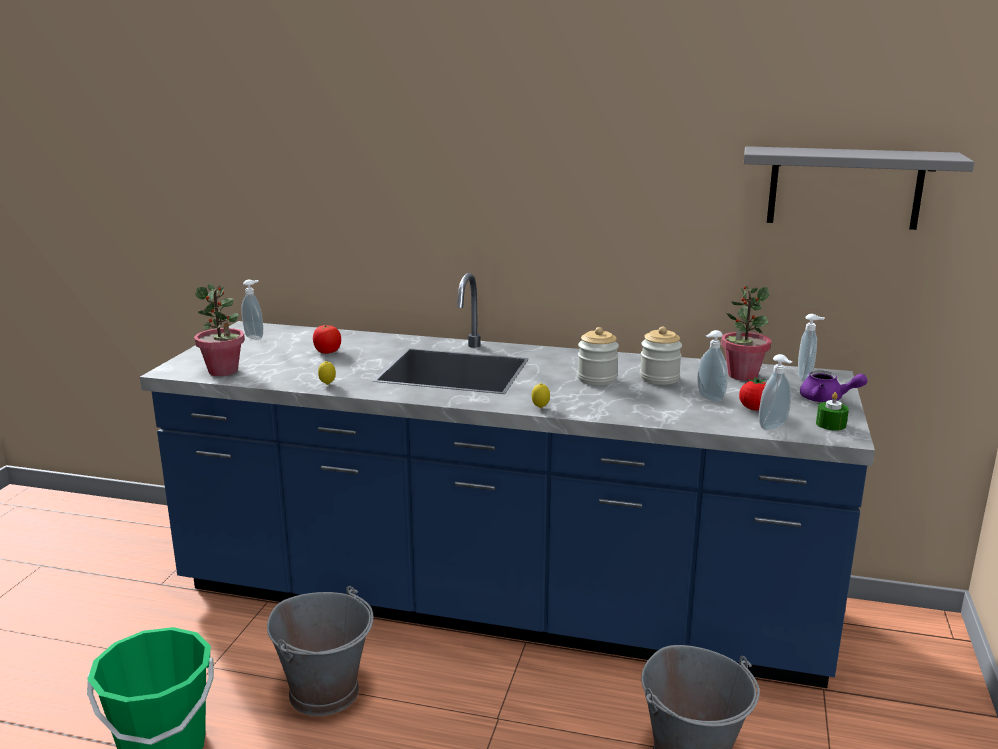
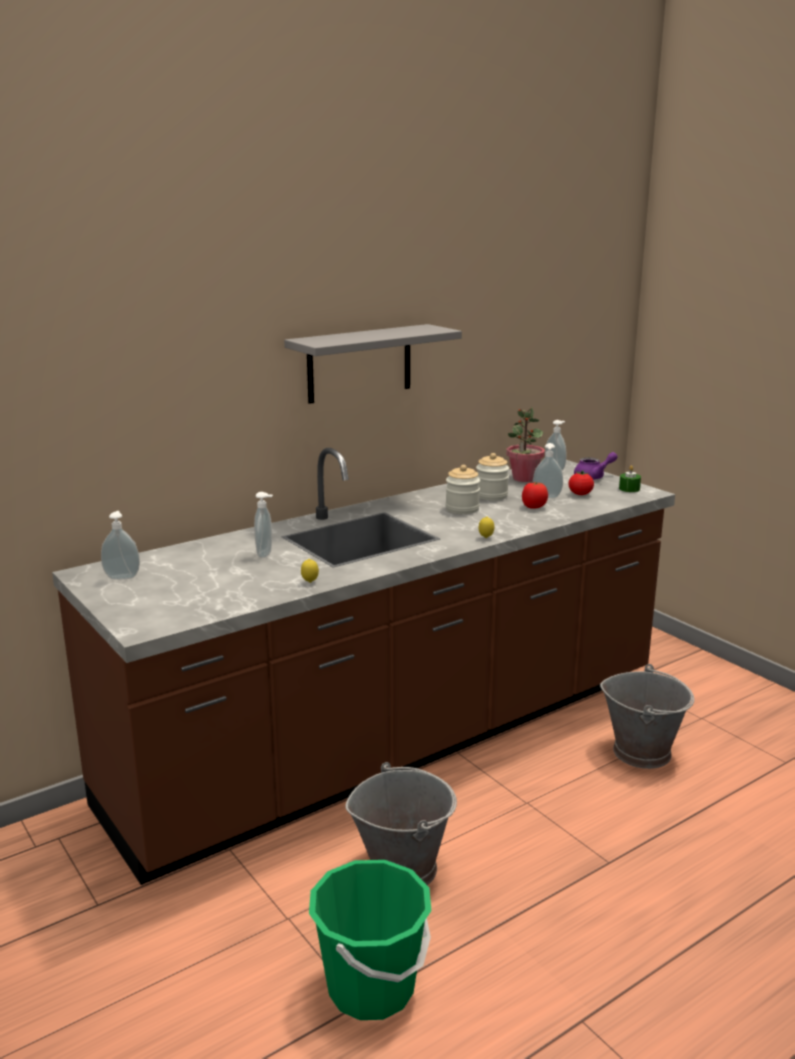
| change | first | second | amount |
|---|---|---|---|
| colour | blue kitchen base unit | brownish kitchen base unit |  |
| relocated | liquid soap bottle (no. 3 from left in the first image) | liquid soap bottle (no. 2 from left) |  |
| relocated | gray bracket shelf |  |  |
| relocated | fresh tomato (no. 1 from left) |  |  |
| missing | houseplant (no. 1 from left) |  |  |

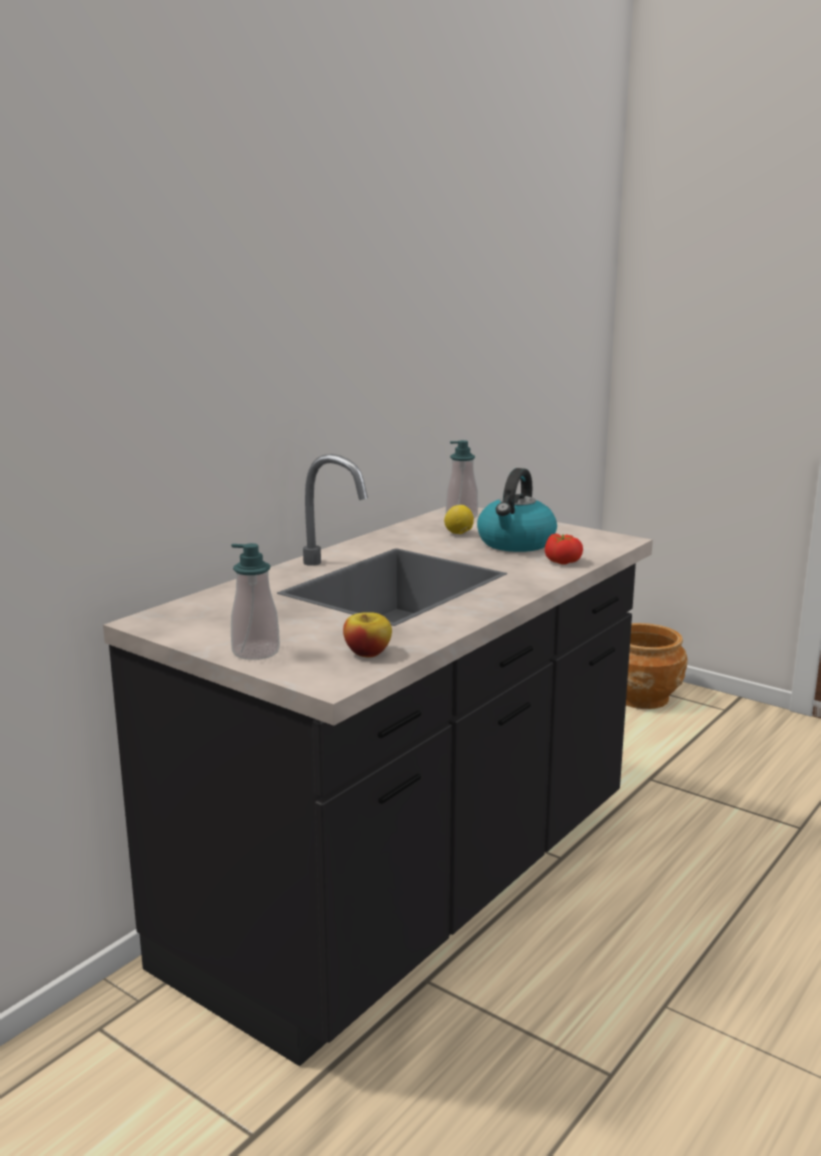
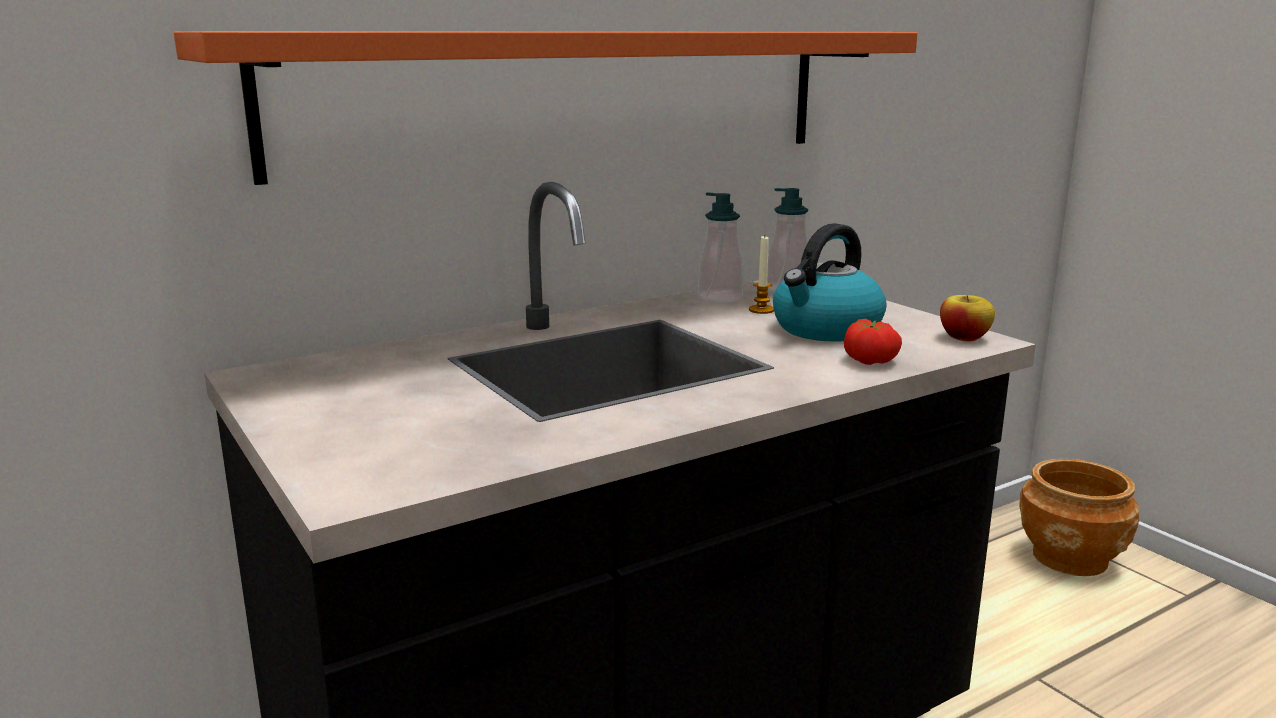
| change | first | second | amount |
|---|---|---|---|
| appeared |  | orangey bracket shelf |  |
| relocated | liquid soap bottle (no. 1 from left) |  |  |
| exchanged | citrus fruit | candle |  |
| relocated | whole apple |  |  |

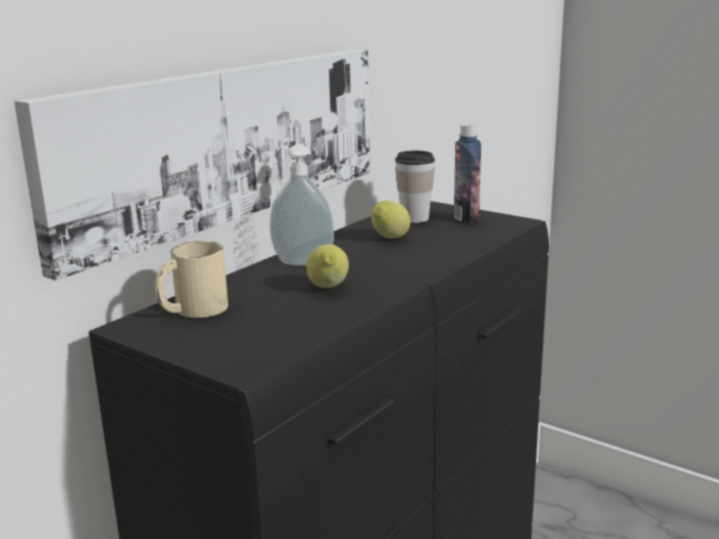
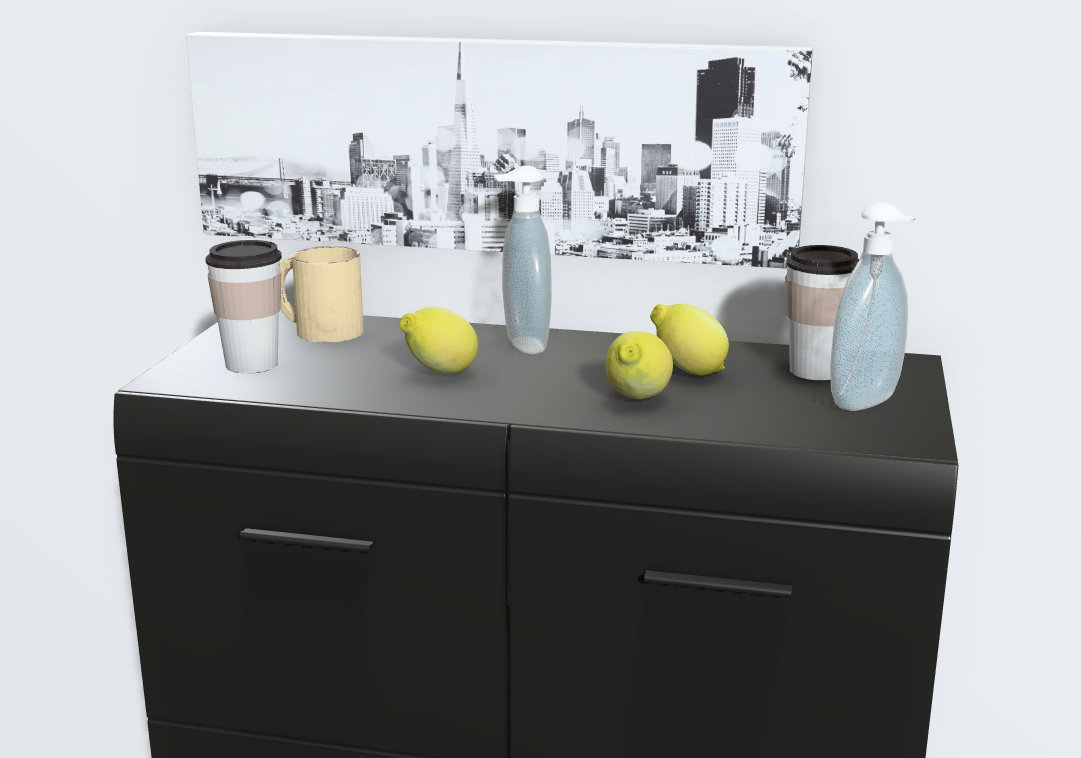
| change | first | second | amount |
|---|---|---|---|
| appeared |  | drinking cup (no. 1 from left) |  |
| appeared |  | citrus fruit (no. 2 from left) |  |
| exchanged | bottle | liquid soap bottle (no. 2 from left) |  |

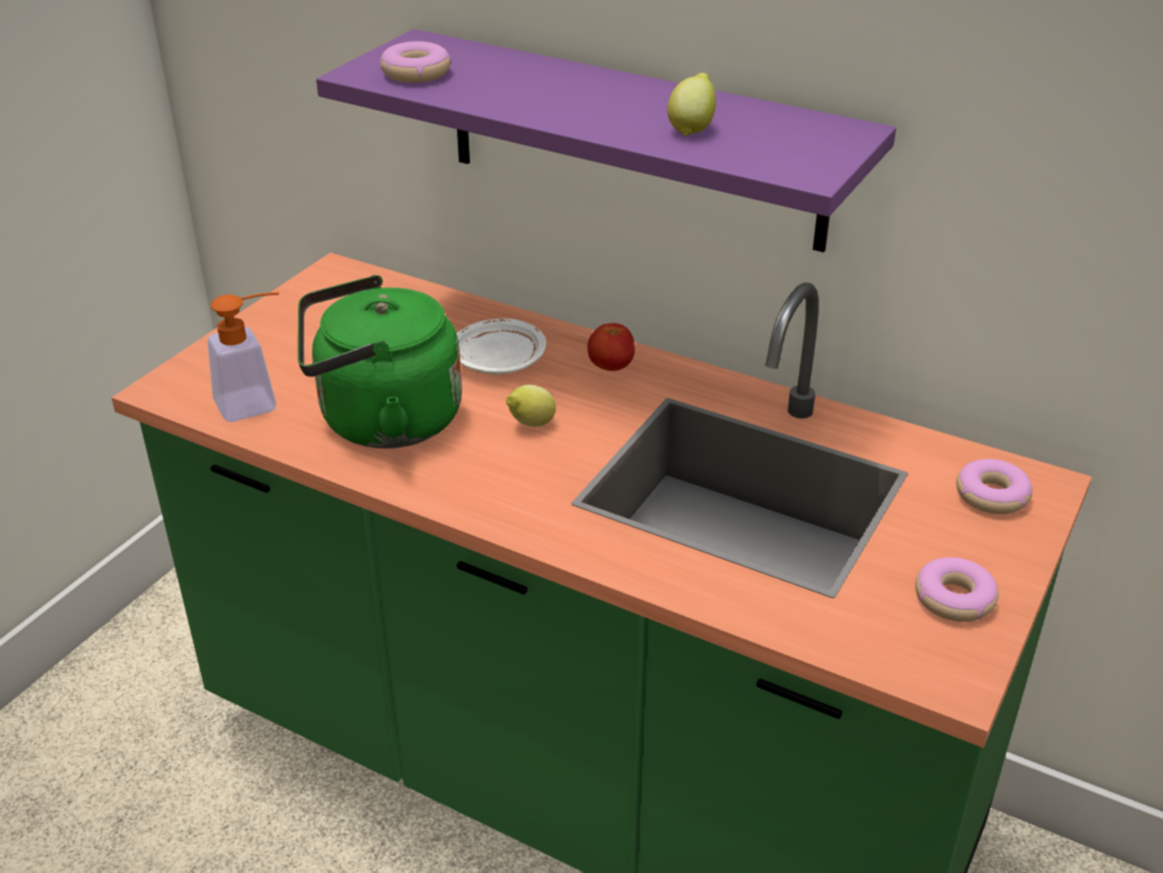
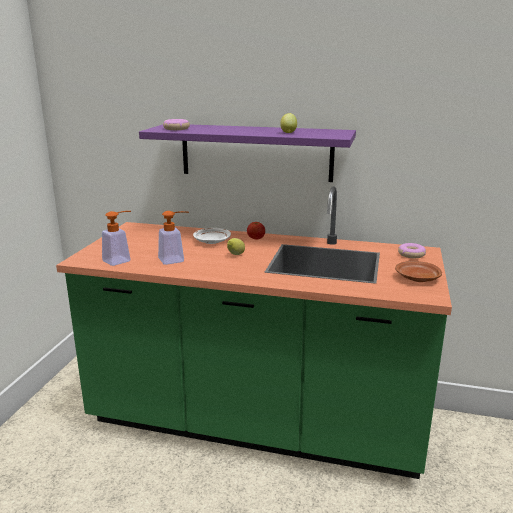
| change | first | second | amount |
|---|---|---|---|
| exchanged | greenish water kettle | liquid soap bottle (no. 2 from left) |  |
| exchanged | doughnut (no. 2 from left) | brownish plate |  |

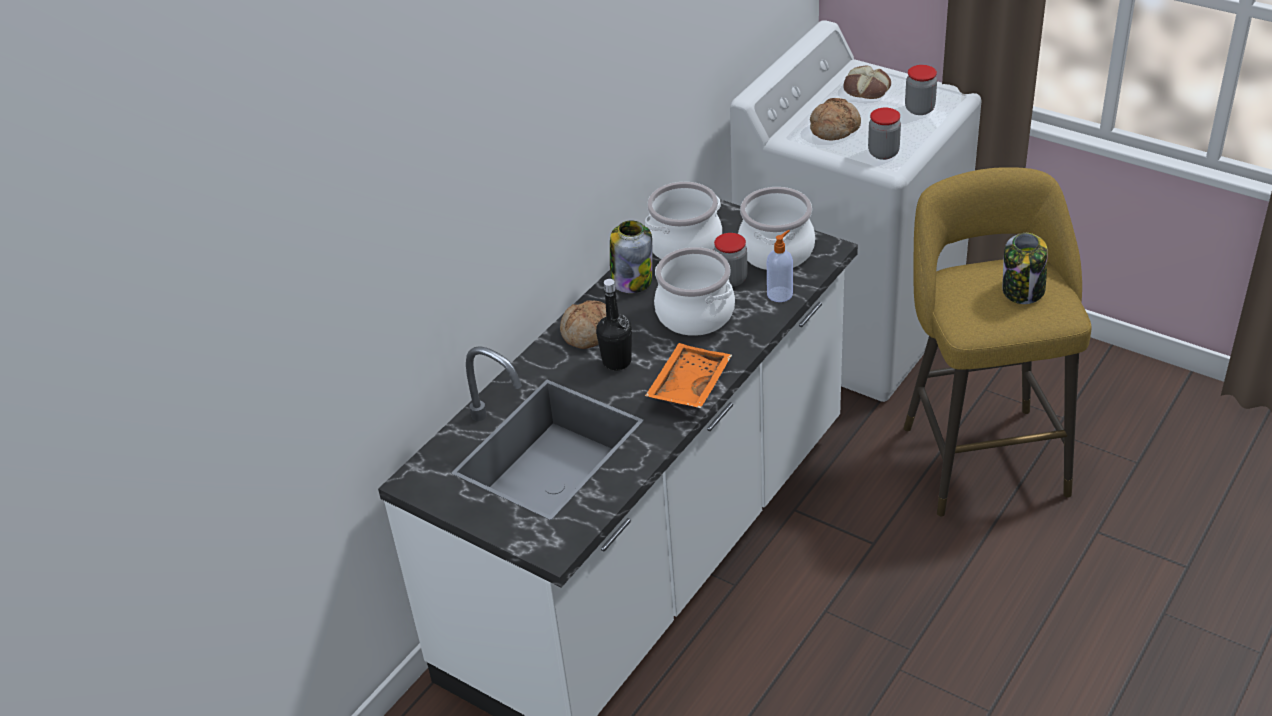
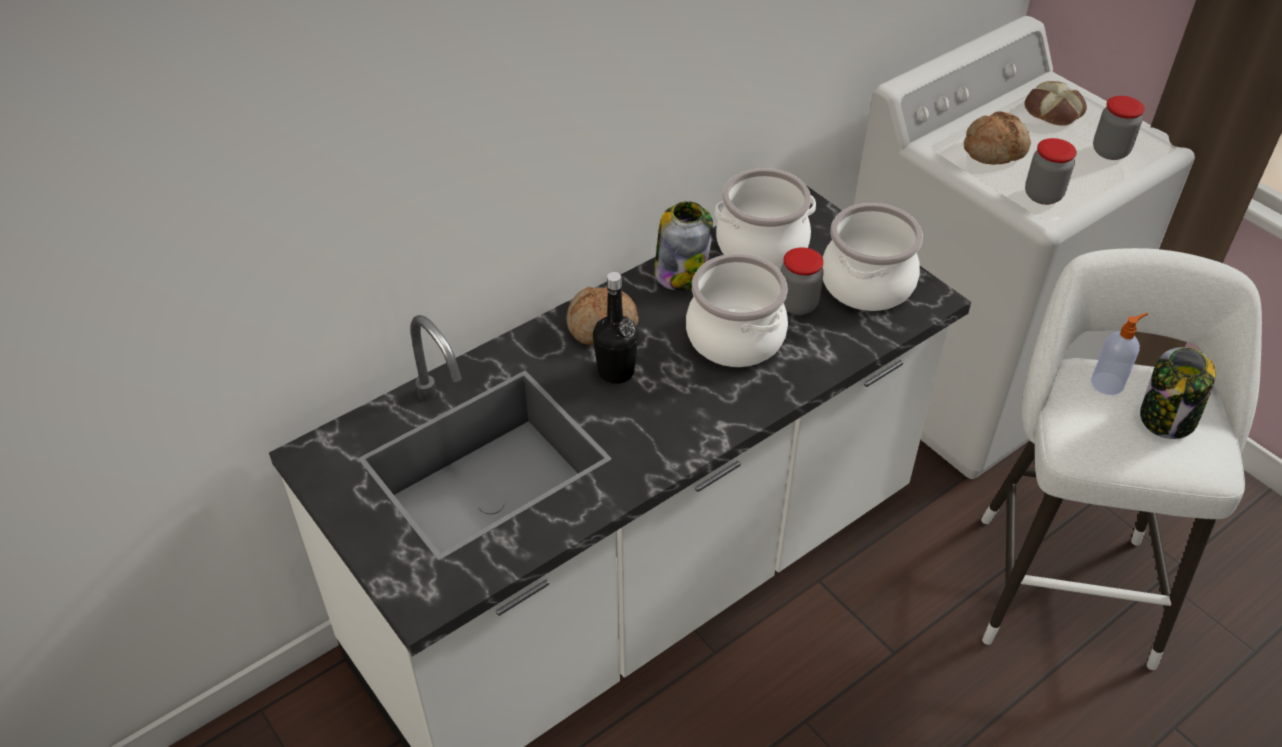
| change | first | second | amount |
|---|---|---|---|
| colour | yellowish stool seat | white-coloured stool seat |  |
| relocated | liquid soap bottle |  |  |
| missing | orangey carrying tray |  |  |

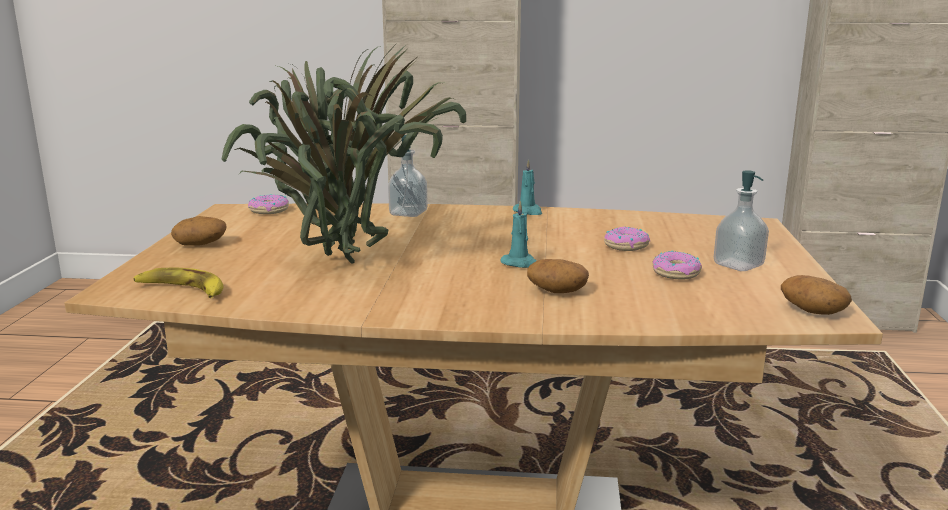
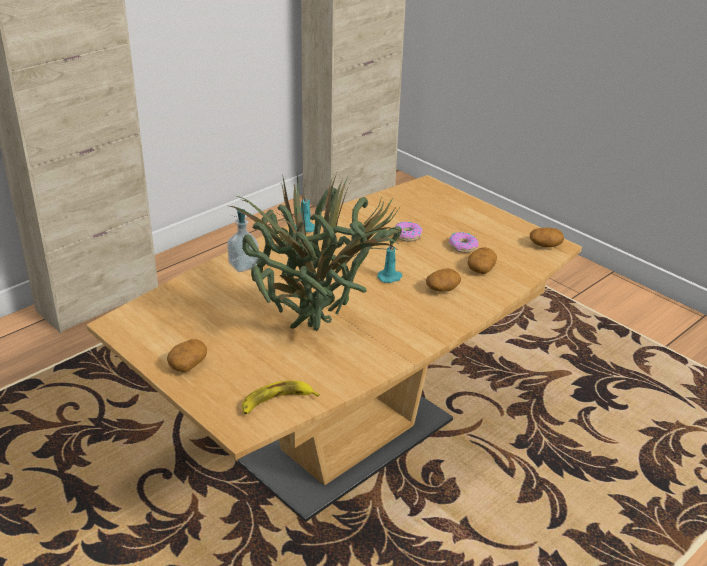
| change | first | second | amount |
|---|---|---|---|
| appeared |  | whole potato (no. 3 from left) |  |
| missing | doughnut (no. 1 from left) |  |  |
| missing | liquid soap bottle (no. 2 from left) |  |  |

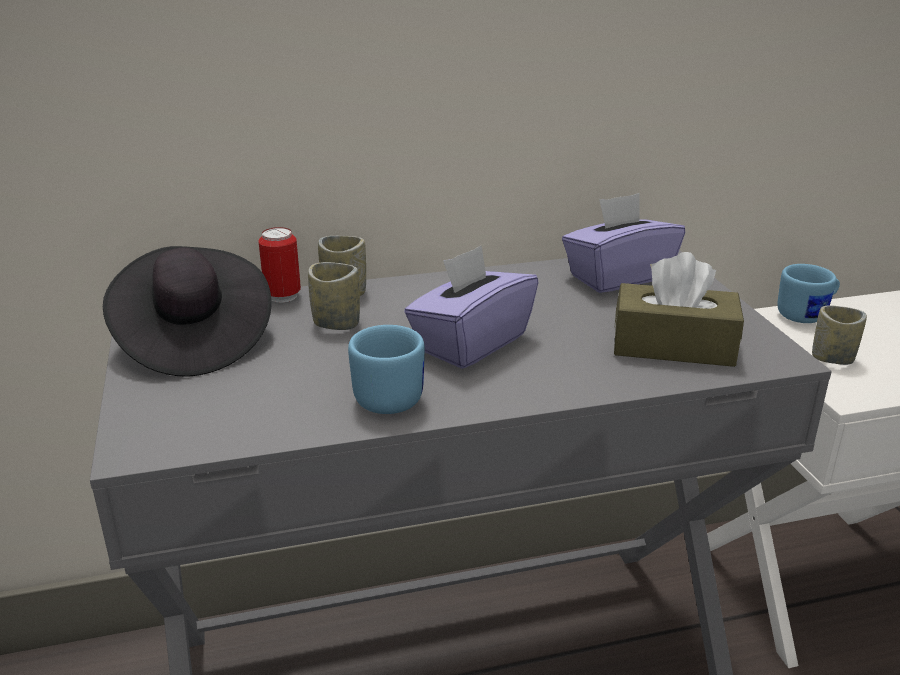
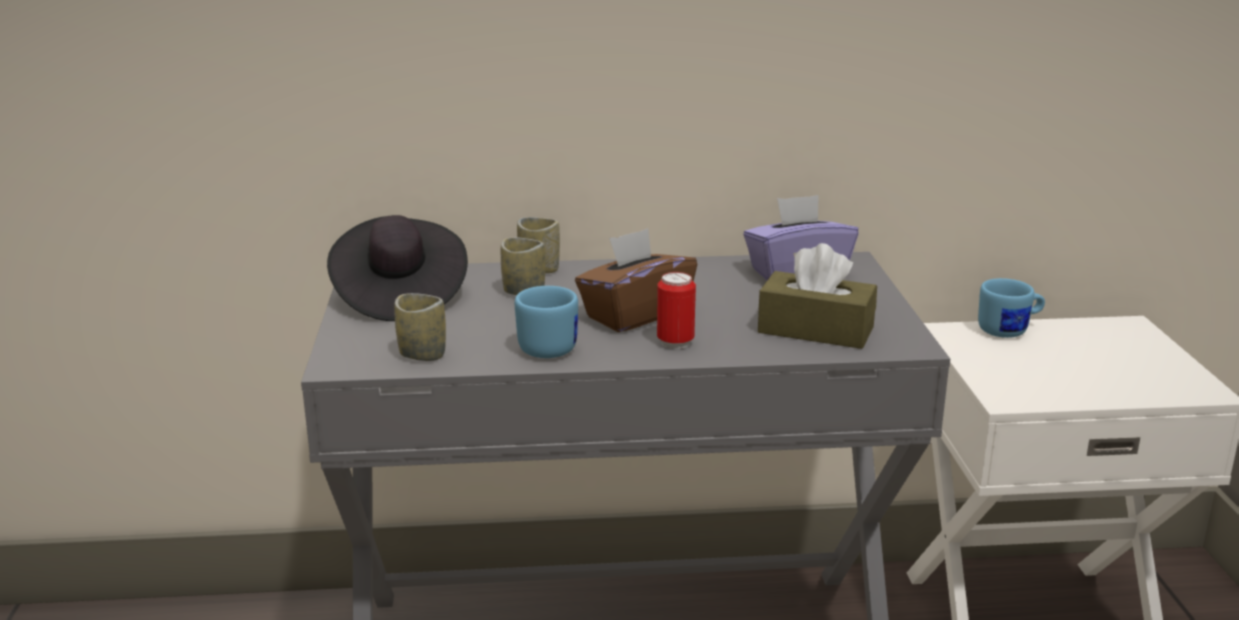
| change | first | second | amount |
|---|---|---|---|
| relocated | drinking cup (no. 3 from left in the first image) | drinking cup (no. 1 from left) |  |
| colour | purplish tissue box (no. 1 from left) | brownish tissue box (no. 1 from left) |  |
| relocated | sealed can |  |  |

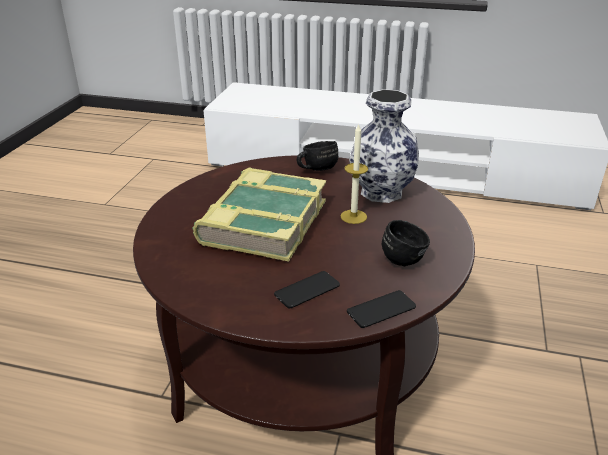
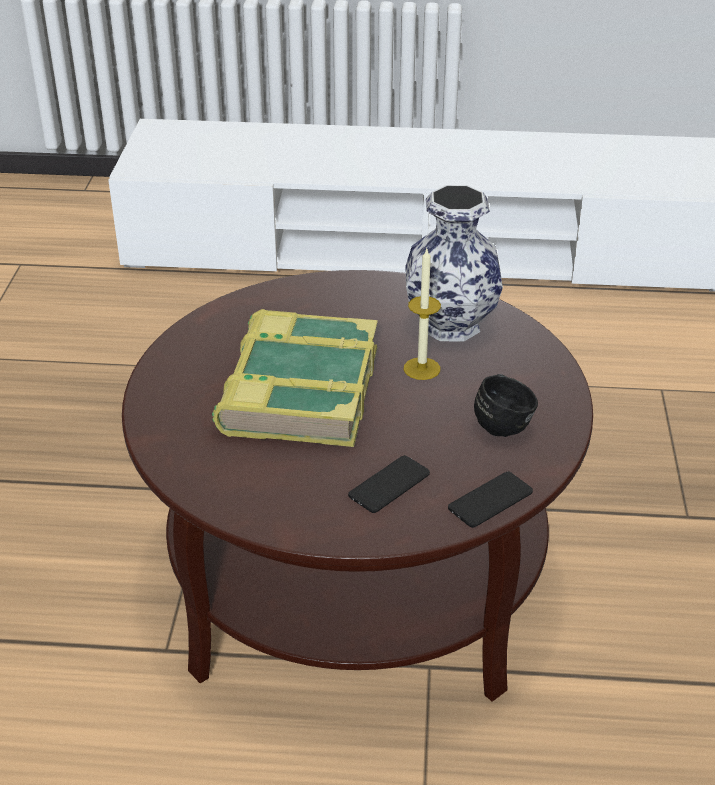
| change | first | second | amount |
|---|---|---|---|
| missing | black tea mug (no. 1 from left) |  |  |

